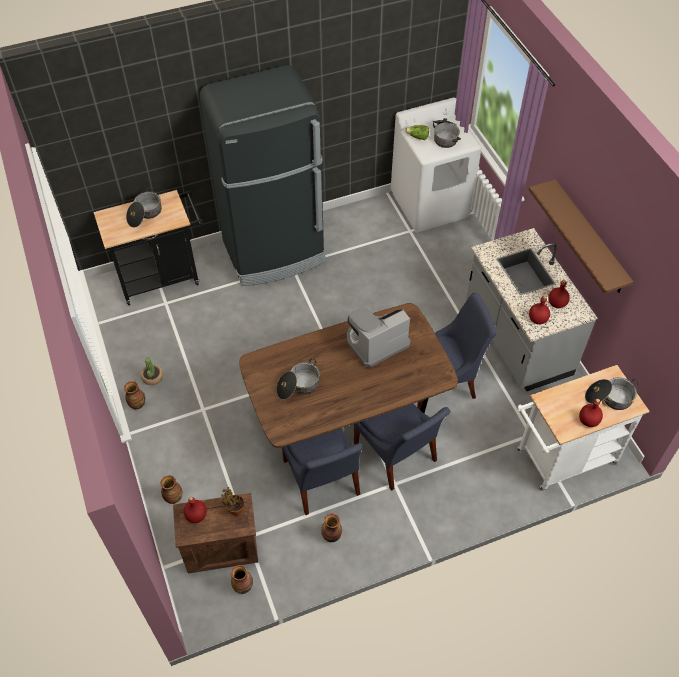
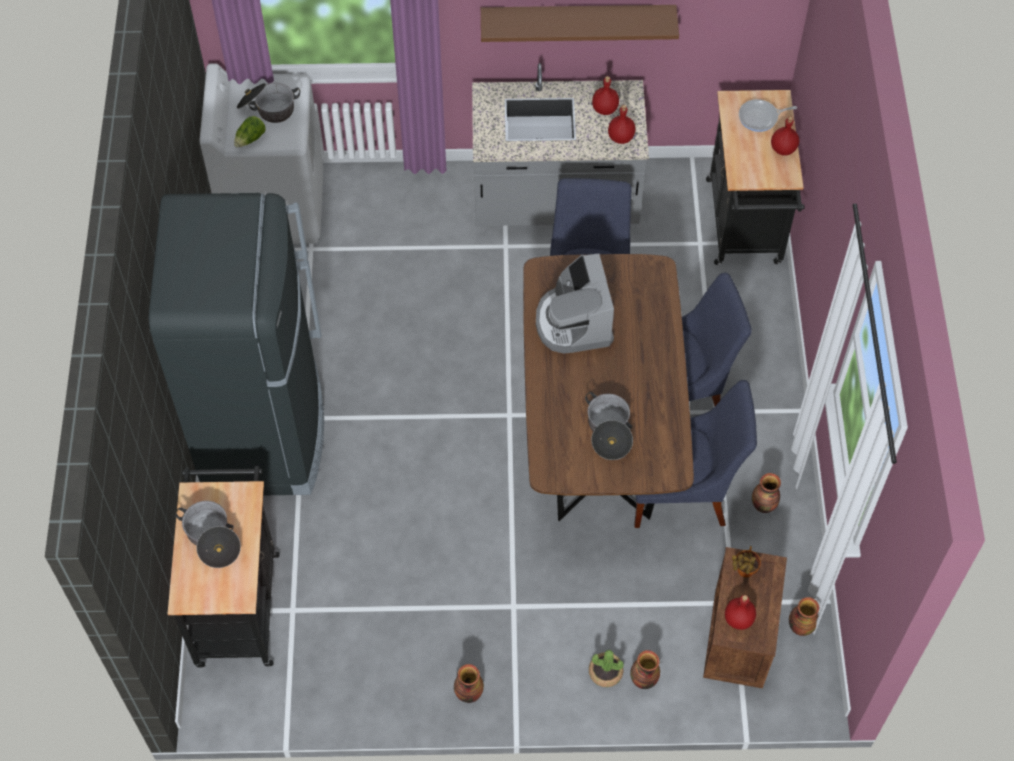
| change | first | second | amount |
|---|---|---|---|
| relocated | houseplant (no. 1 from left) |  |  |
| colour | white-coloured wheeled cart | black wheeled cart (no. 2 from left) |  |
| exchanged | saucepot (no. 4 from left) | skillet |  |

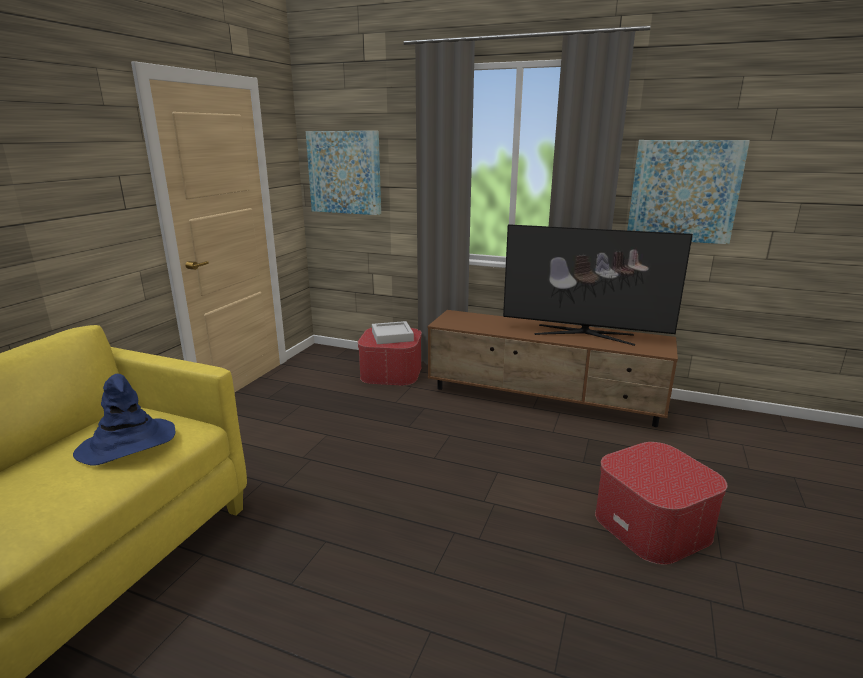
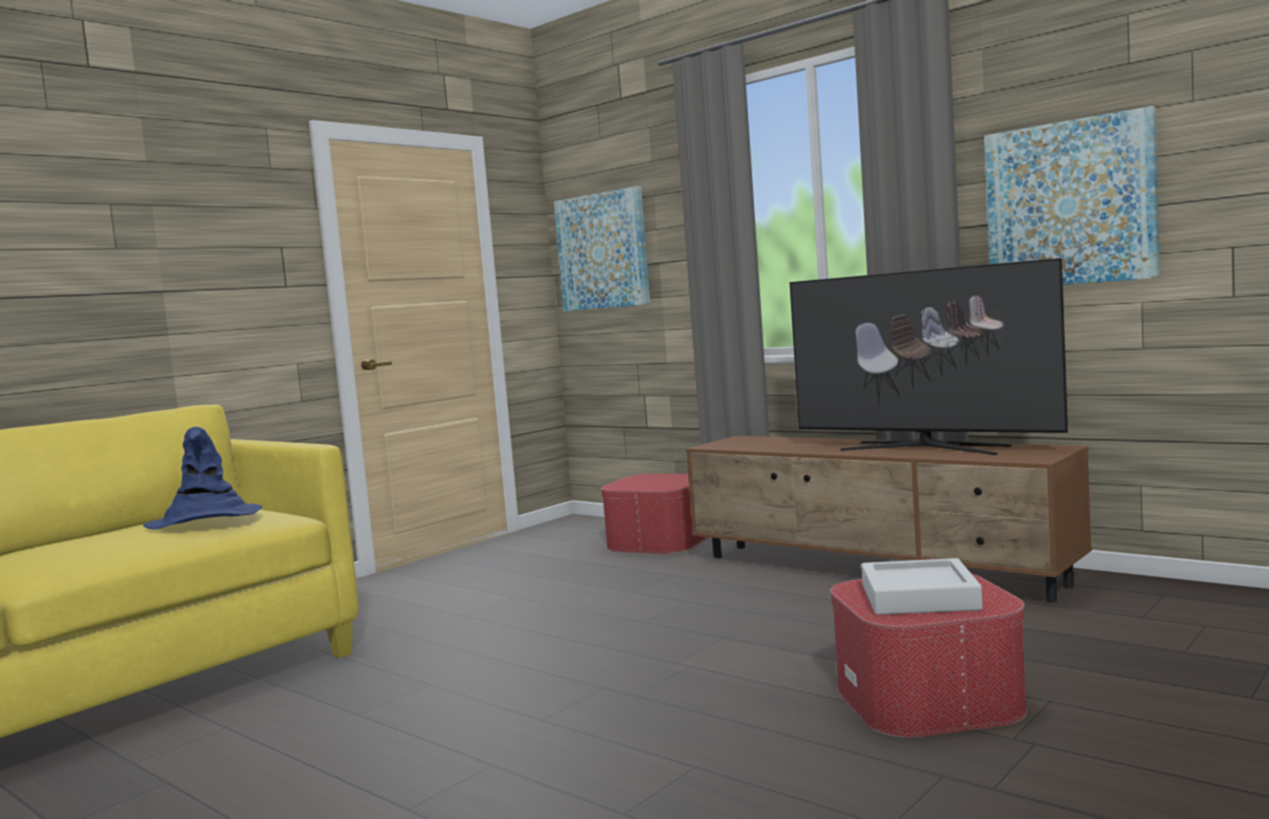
| change | first | second | amount |
|---|---|---|---|
| relocated | gray carrying tray |  |  |

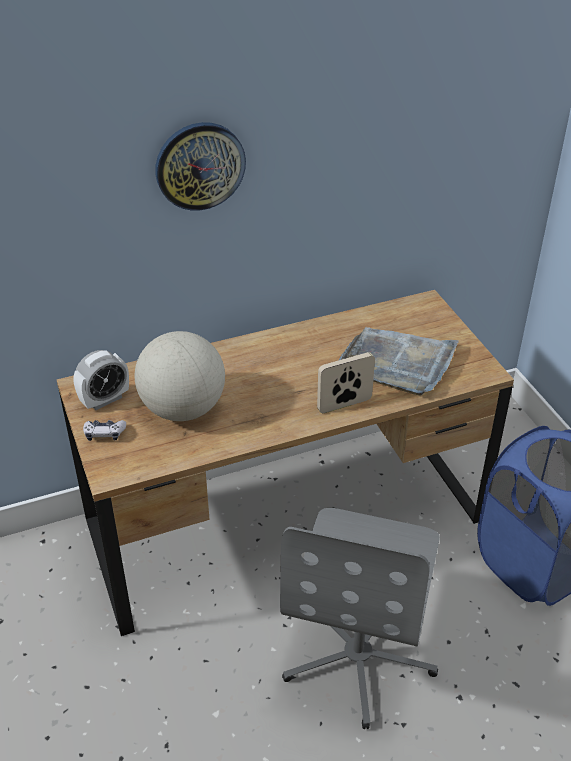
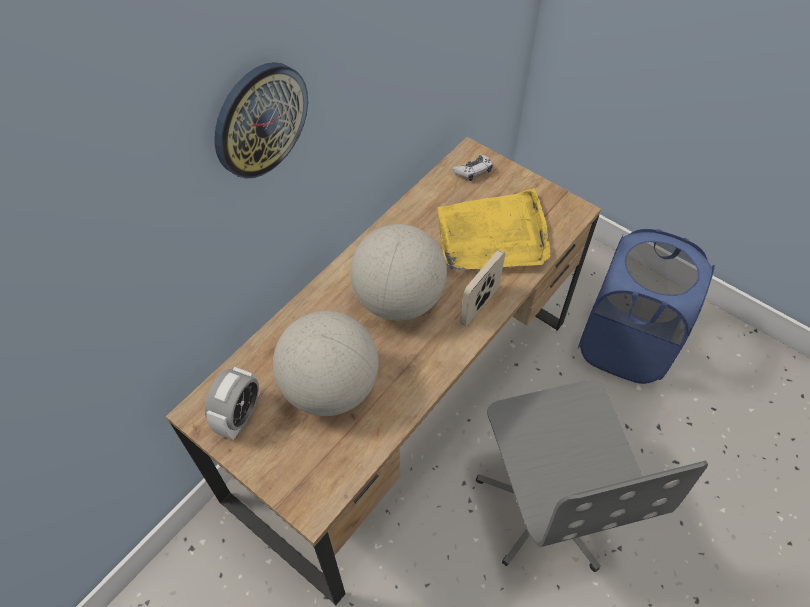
| change | first | second | amount |
|---|---|---|---|
| appeared |  | globe (no. 2 from left) |  |
| colour | gray carrying tray | yellowish carrying tray |  |
| relocated | joypad |  |  |

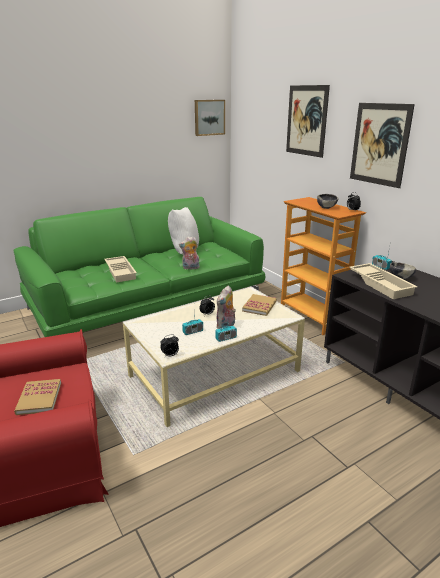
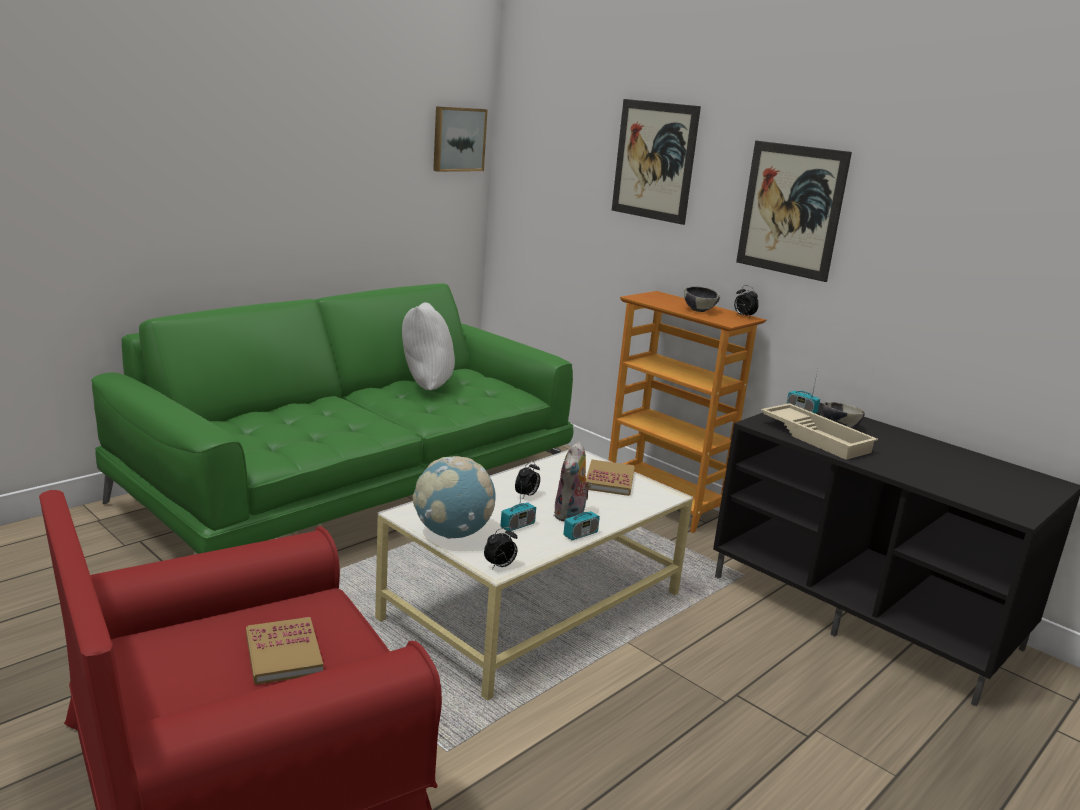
| change | first | second | amount |
|---|---|---|---|
| appeared |  | globe |  |
| missing | sand-coloured carrying tray (no. 1 from left) |  |  |
| missing | soft toy (no. 1 from left) |  |  |

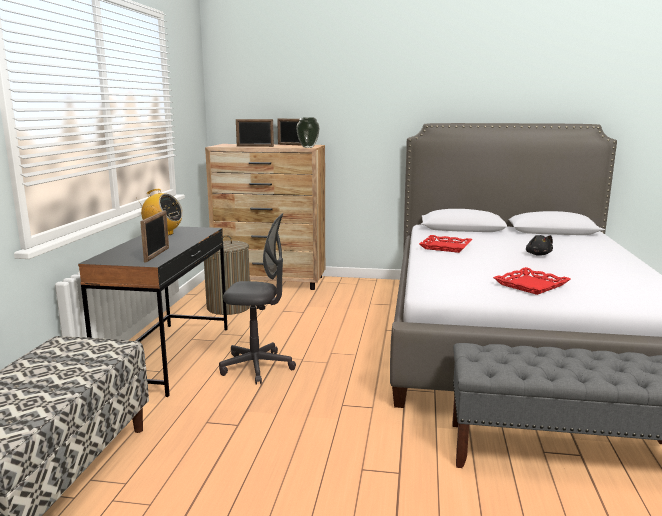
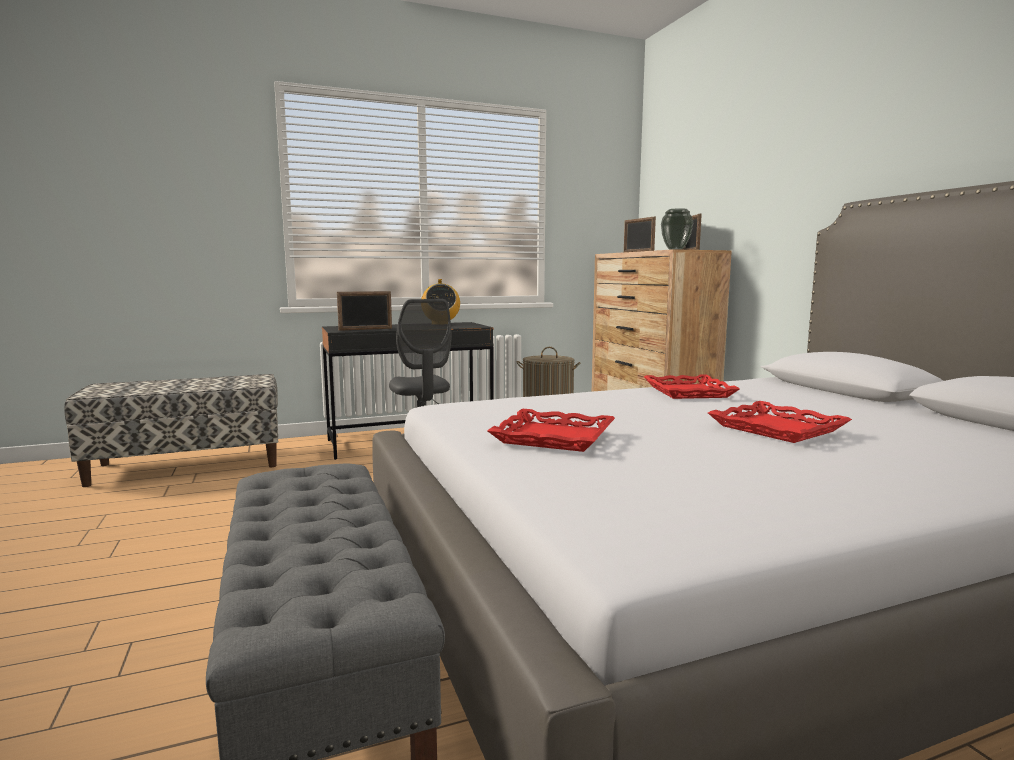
| change | first | second | amount |
|---|---|---|---|
| exchanged | black soft toy | red-coloured carrying tray (no. 3 from left) |  |

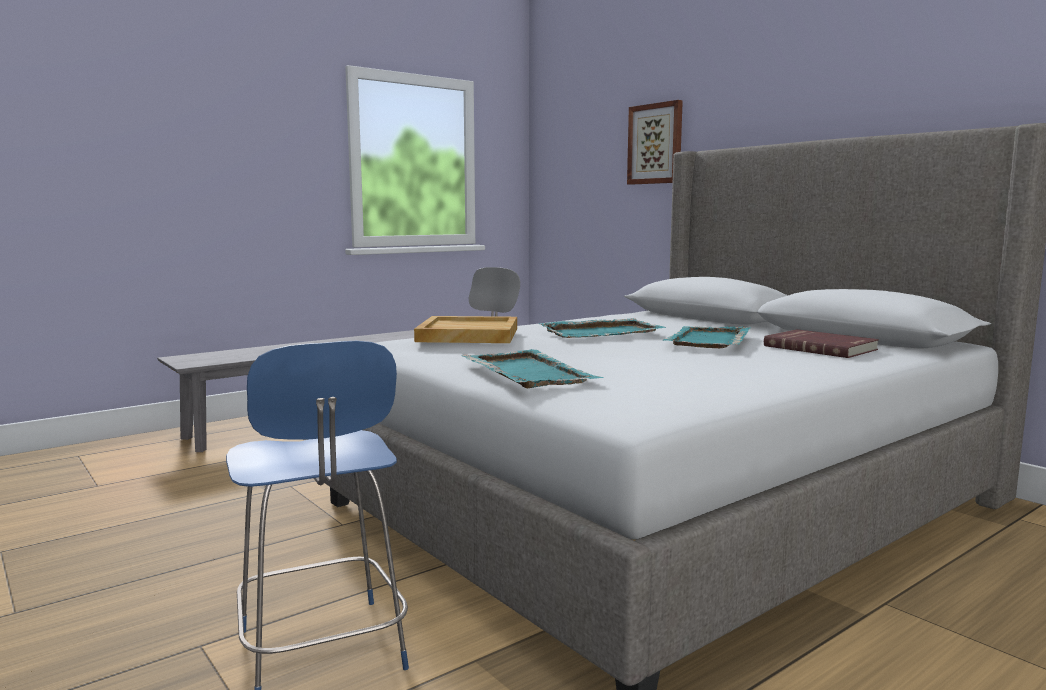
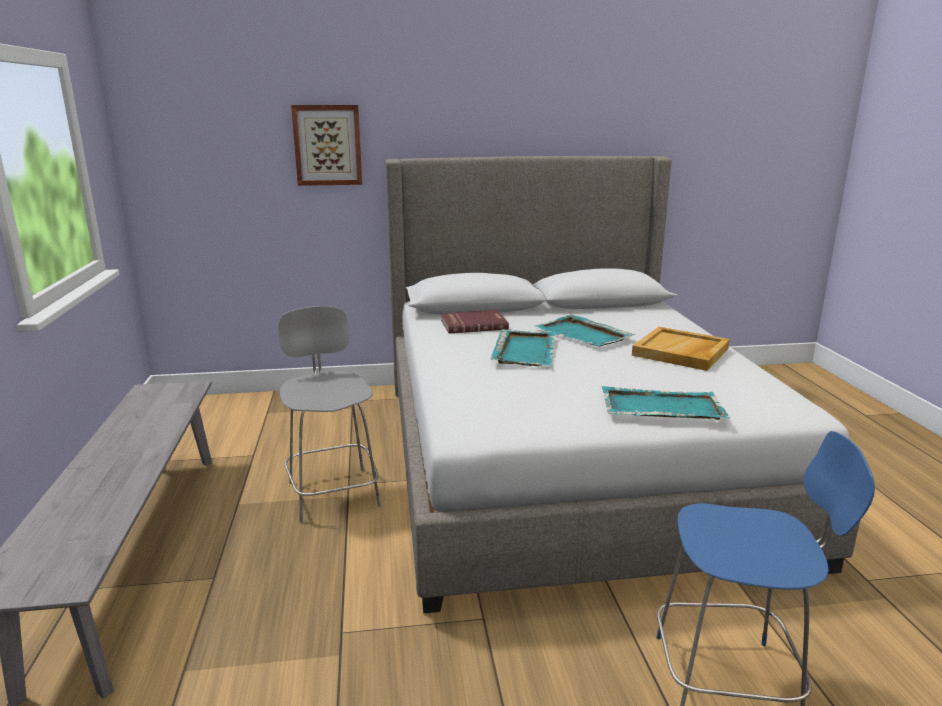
| change | first | second | amount |
|---|---|---|---|
| relocated | red-coloured volume |  |  |
| relocated | sand-coloured carrying tray |  |  |

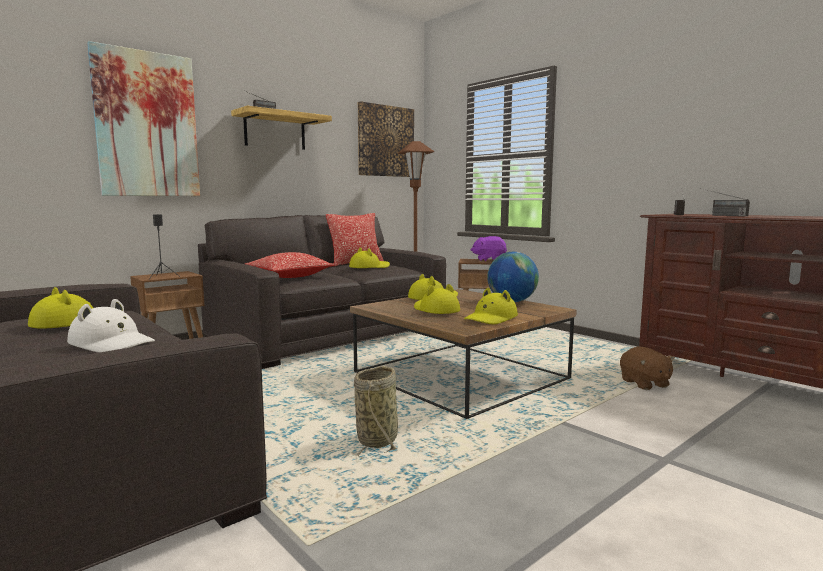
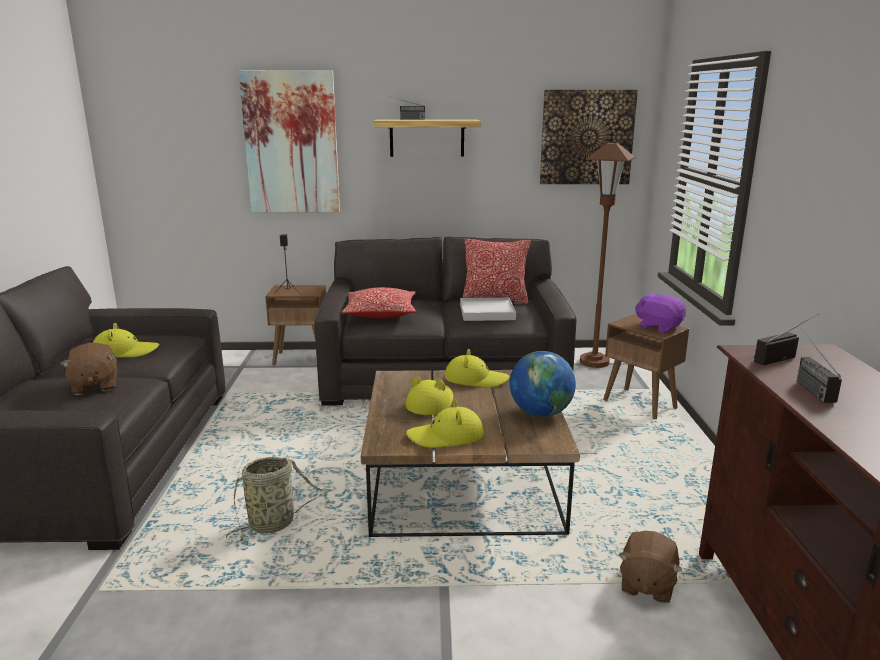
| change | first | second | amount |
|---|---|---|---|
| exchanged | white-coloured wearable hat | brownish soft toy (no. 1 from left) |  |
| exchanged | yellowish wearable hat (no. 2 from left) | white-coloured carrying tray |  |

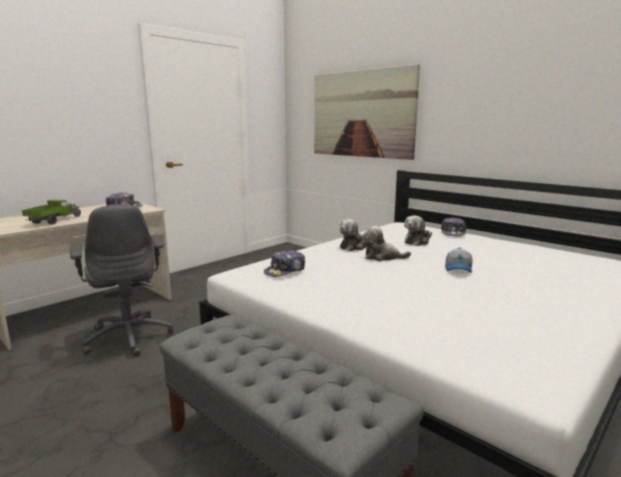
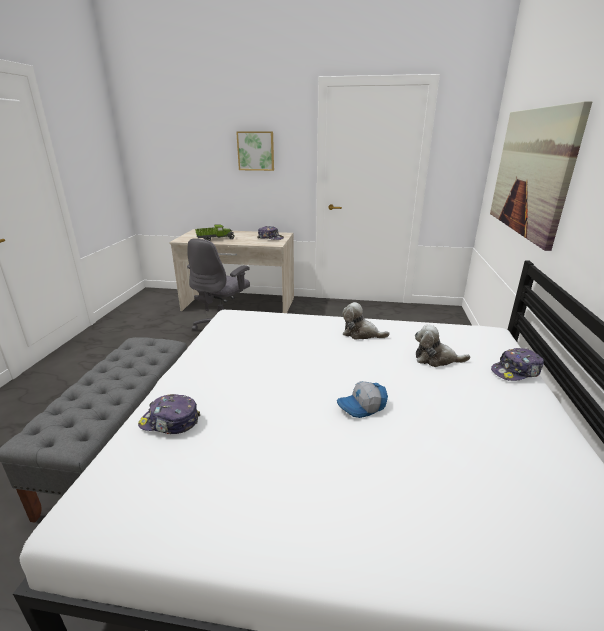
| change | first | second | amount |
|---|---|---|---|
| relocated | cap (no. 2 from left in the first image) | cap (no. 1 from left) |  |
| appeared |  | wall art (no. 1 from left) |  |
| missing | soft toy (no. 2 from left) |  |  |

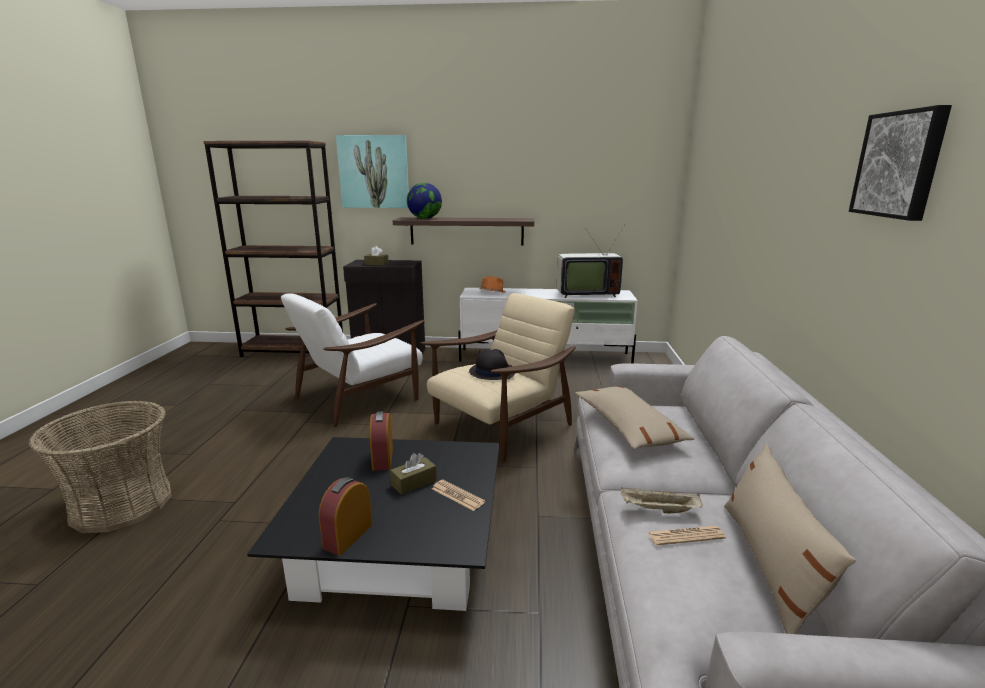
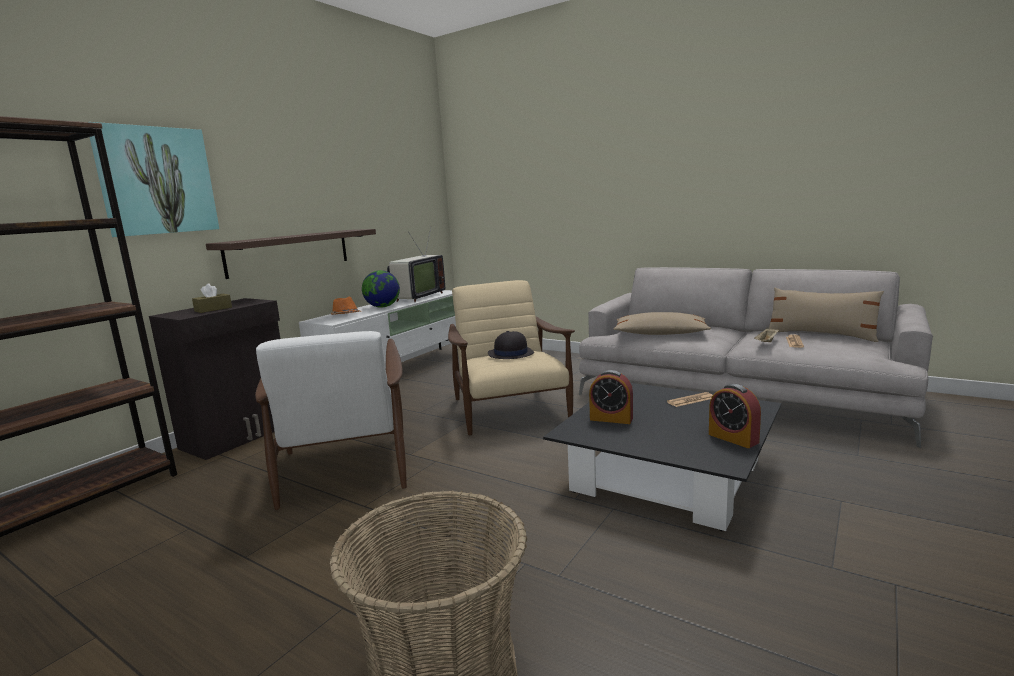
| change | first | second | amount |
|---|---|---|---|
| relocated | globe |  |  |
| missing | brownish tissue box (no. 2 from left) |  |  |
| missing | wall art (no. 2 from left) |  |  |

